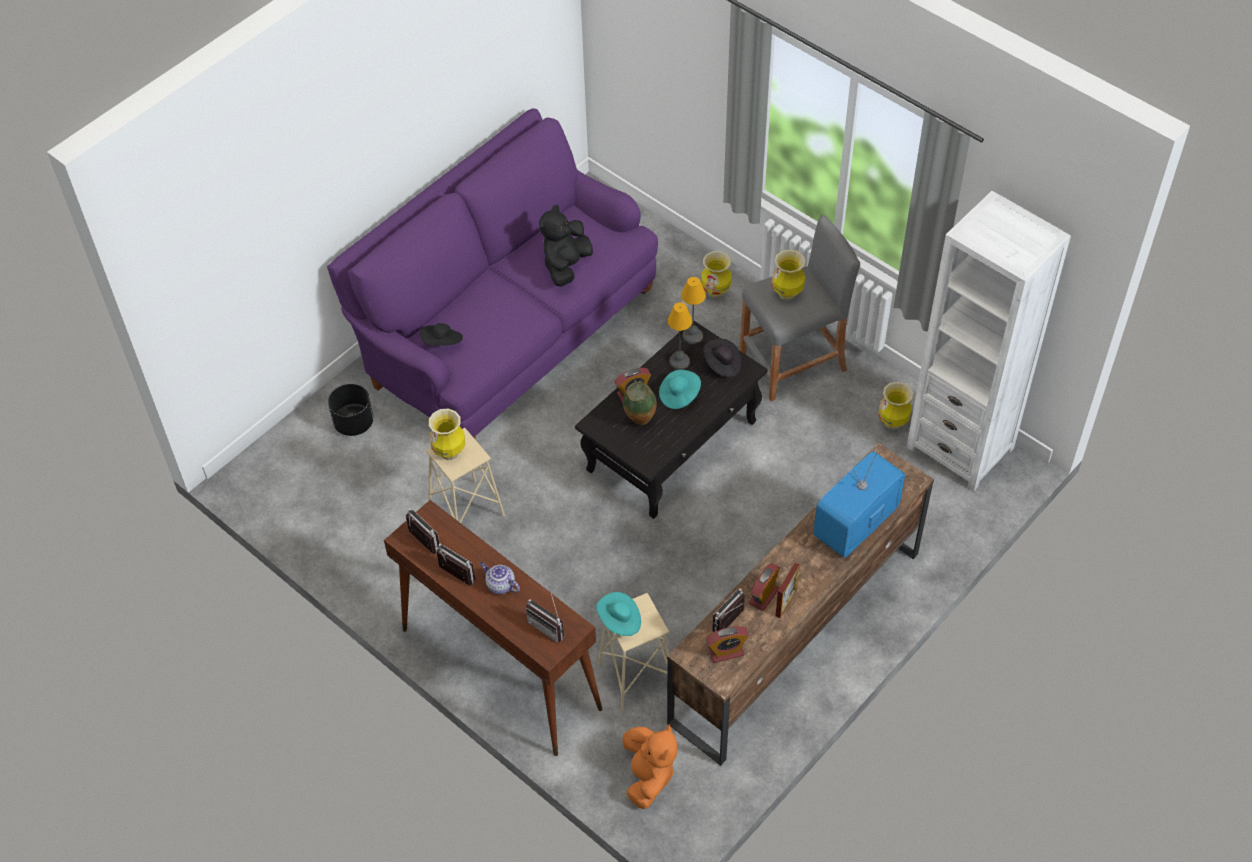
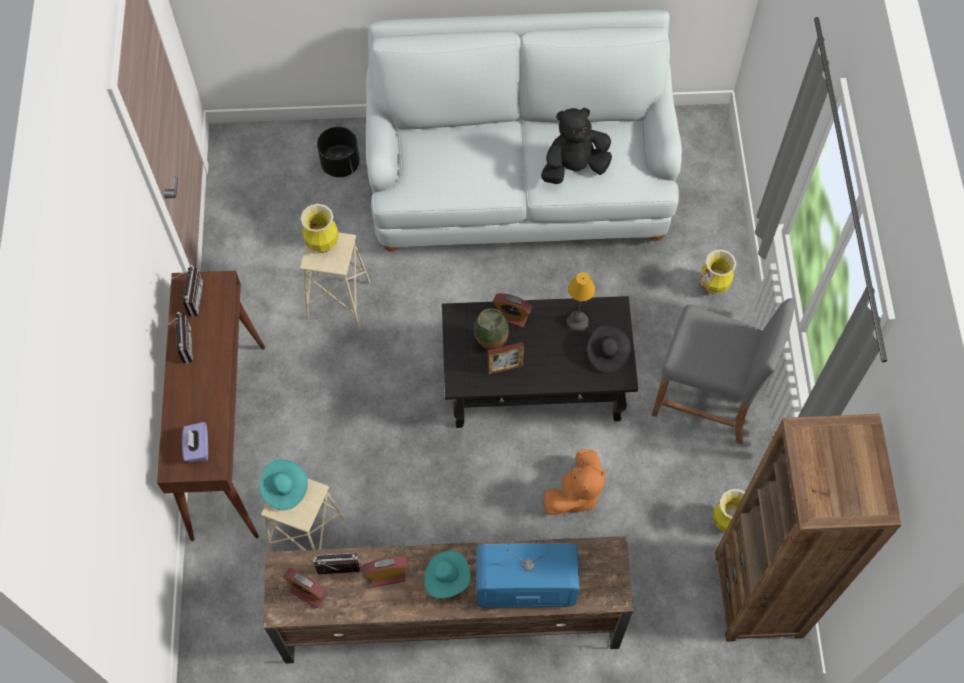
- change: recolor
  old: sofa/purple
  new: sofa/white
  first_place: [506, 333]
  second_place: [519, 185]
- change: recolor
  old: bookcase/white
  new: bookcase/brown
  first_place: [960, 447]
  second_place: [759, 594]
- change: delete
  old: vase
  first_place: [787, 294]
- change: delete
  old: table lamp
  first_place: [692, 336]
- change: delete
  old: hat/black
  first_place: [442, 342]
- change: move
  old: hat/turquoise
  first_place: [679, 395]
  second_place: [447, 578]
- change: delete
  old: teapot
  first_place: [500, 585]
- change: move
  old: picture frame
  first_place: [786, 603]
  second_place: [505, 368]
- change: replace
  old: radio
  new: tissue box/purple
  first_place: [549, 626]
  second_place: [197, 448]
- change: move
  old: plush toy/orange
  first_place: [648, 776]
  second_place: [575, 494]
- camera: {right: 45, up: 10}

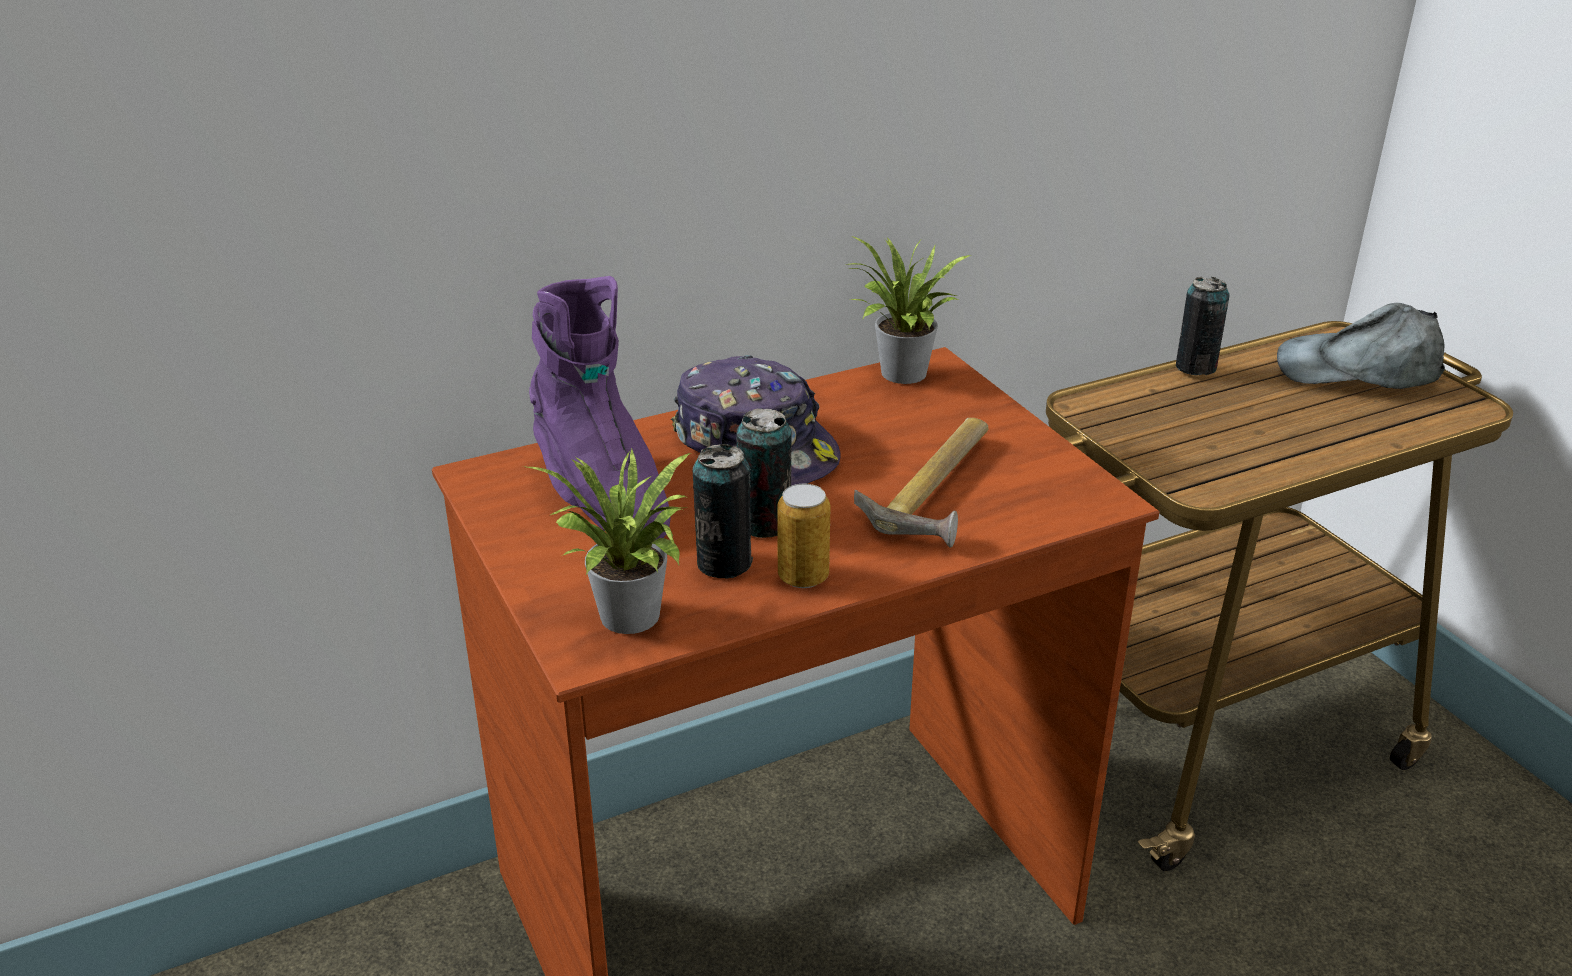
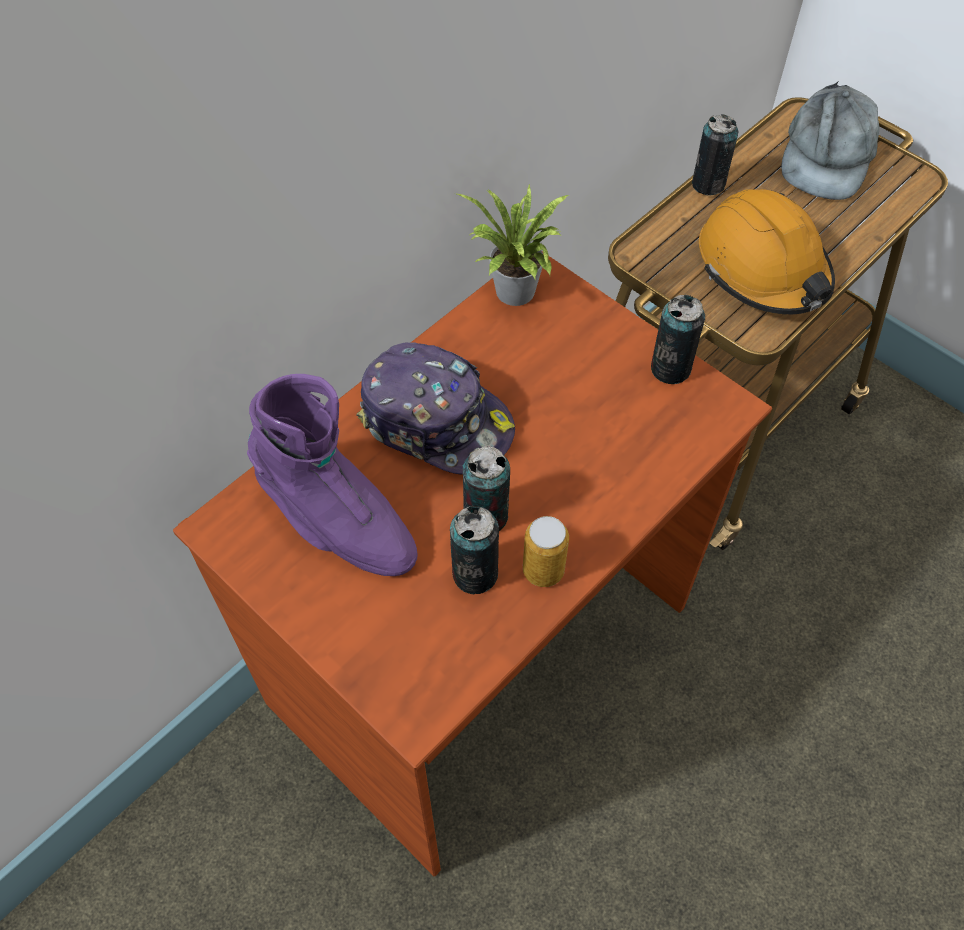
- change: rotate
  old: cap/grey
  first_place: [1358, 369]
  second_place: [826, 155]
  degrees: -60
- change: delete
  old: hammer
  first_place: [942, 489]
- change: delete
  old: potted plant
  first_place: [629, 621]
- change: insert
  new: hard hat/orange
  second_place: [763, 268]
- change: insert
  new: can
  second_place: [670, 368]
- camera: {right: -20, up: 25}

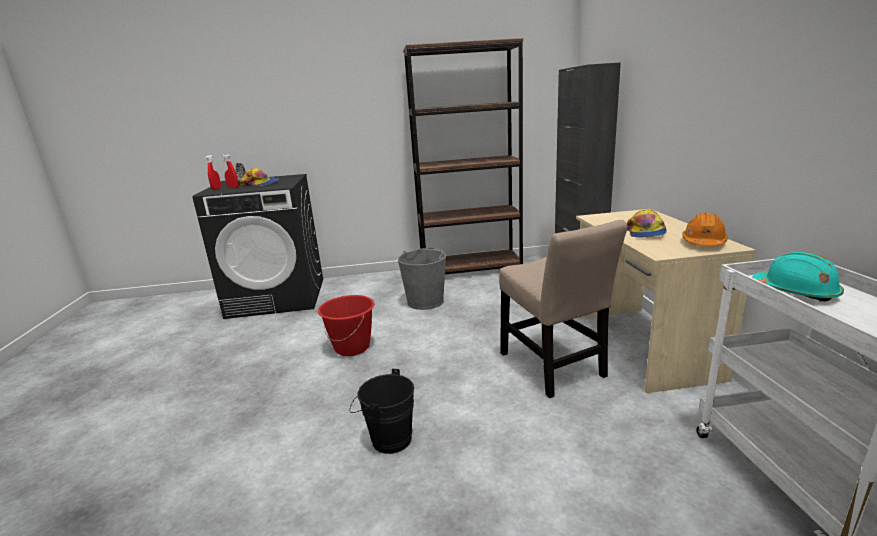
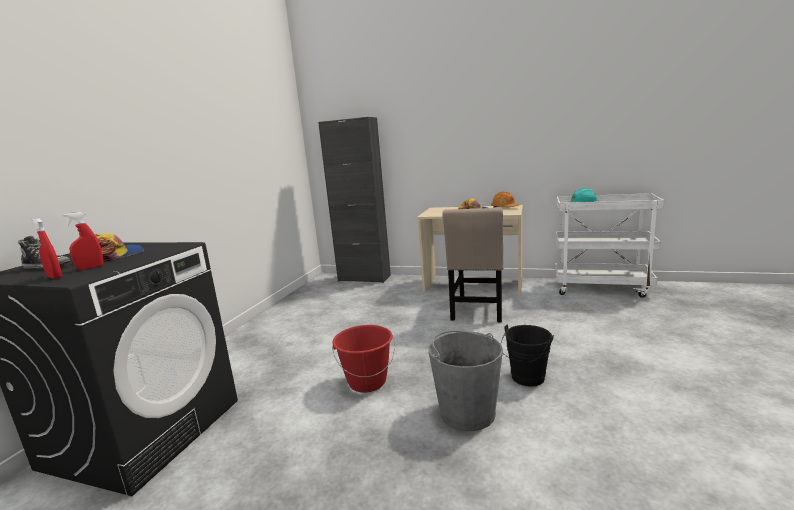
- change: delete
  old: bookcase/brown
  first_place: [471, 270]
- change: rotate
  old: chair/beige
  first_place: [553, 368]
  second_place: [477, 310]
  degrees: 105
- change: move
  old: bucket/grey
  first_place: [425, 301]
  second_place: [467, 412]
- camera: {right: -65, up: -5}

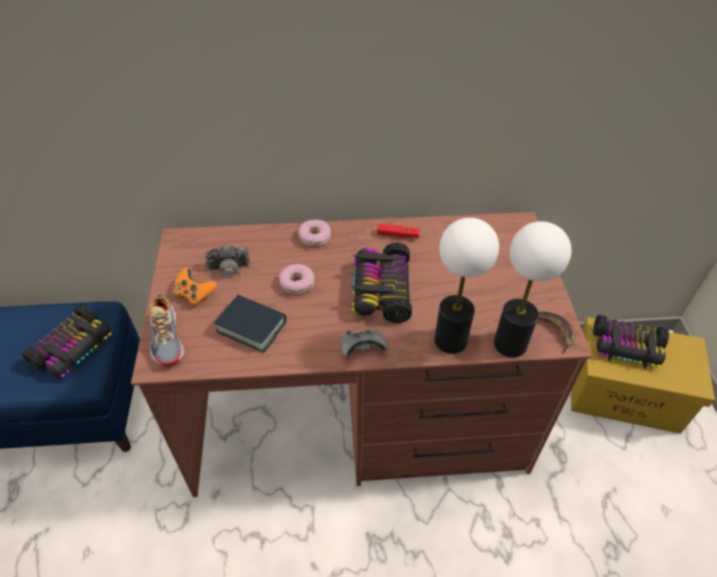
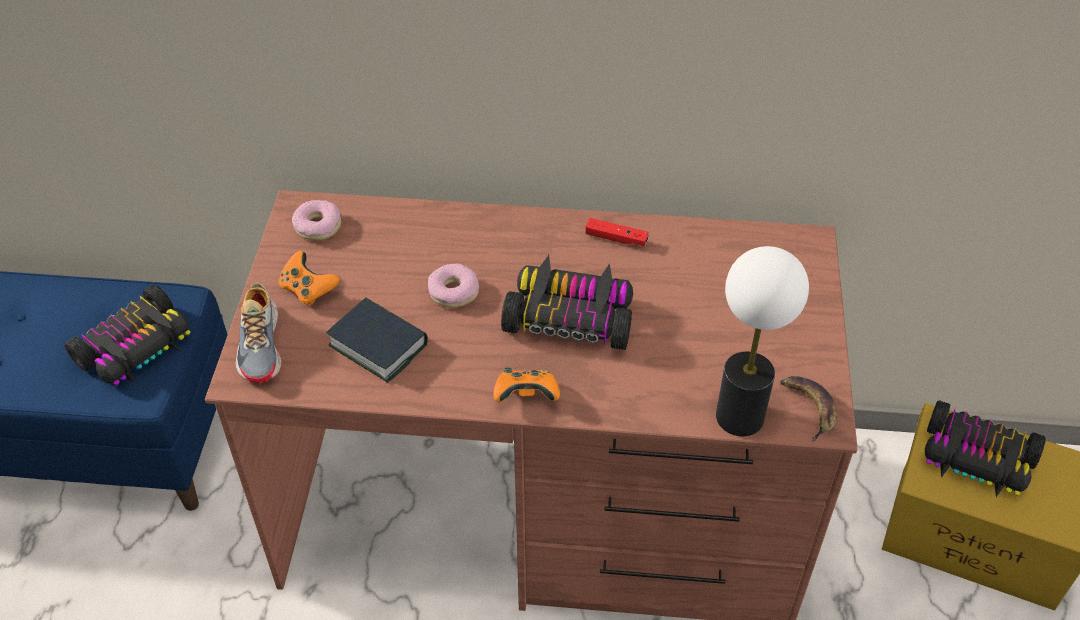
- change: delete
  old: table lamp
  first_place: [450, 340]
- change: move
  old: donut
  first_place: [315, 237]
  second_place: [318, 226]
- change: rotate
  old: toy car
  first_place: [380, 290]
  second_place: [570, 316]
  degrees: 90
- change: delete
  old: photo camera
  first_place: [233, 269]
- change: recolor
  old: game controller/grey
  new: game controller/orange
  first_place: [363, 349]
  second_place: [526, 396]
- camera: {right: 10, up: 0}

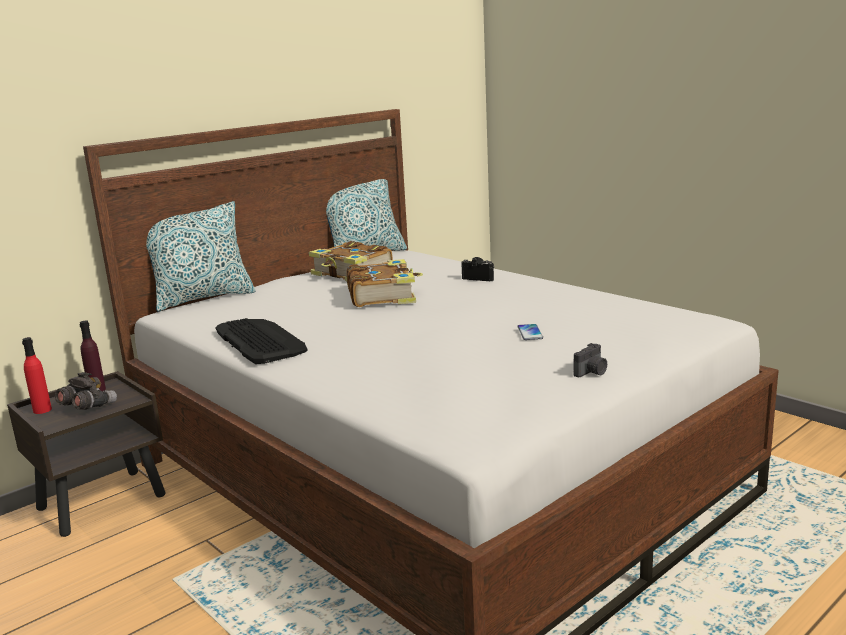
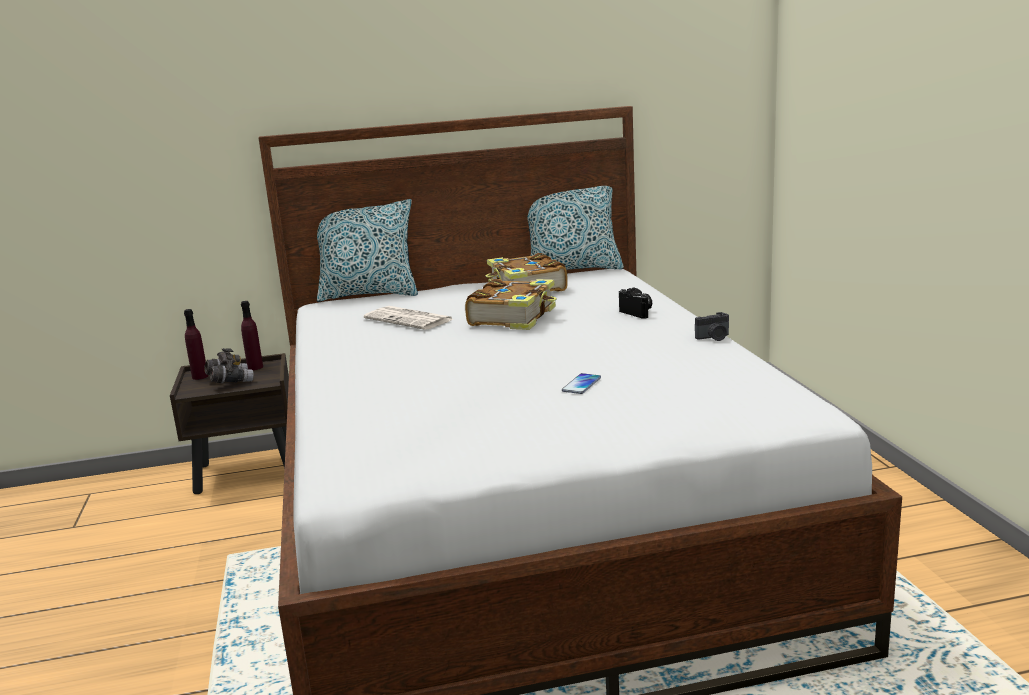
- change: delete
  old: keyboard
  first_place: [260, 341]
- change: recolor
  old: bottle/red
  new: bottle/purple
  first_place: [42, 410]
  second_place: [200, 376]
- change: move
  old: photo camera
  first_place: [592, 372]
  second_place: [714, 338]
- change: insert
  new: newspaper
  second_place: [410, 319]
- camera: {right: 30, up: 0}

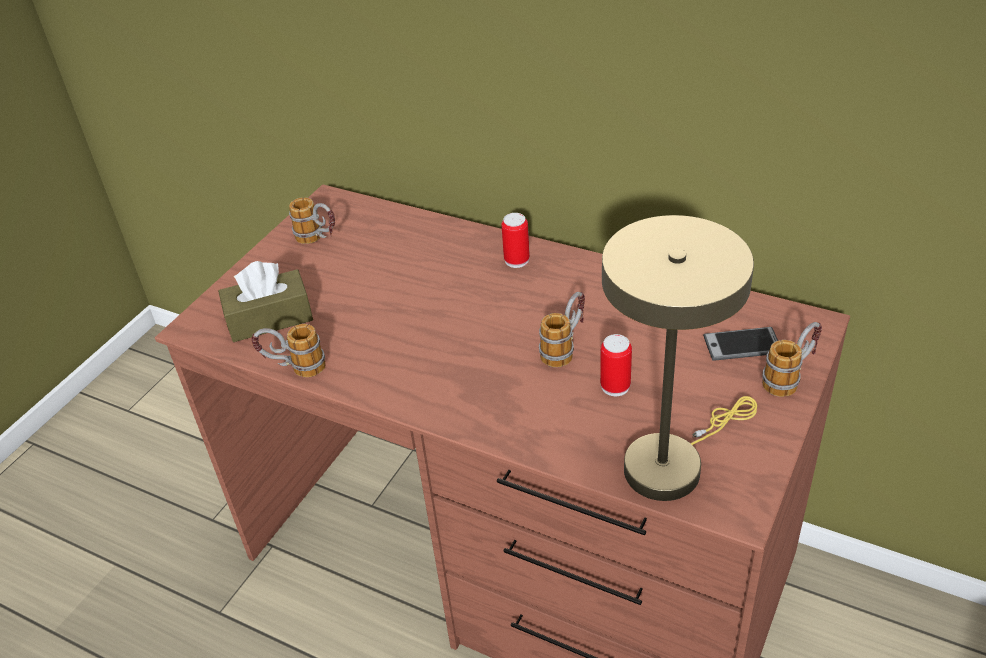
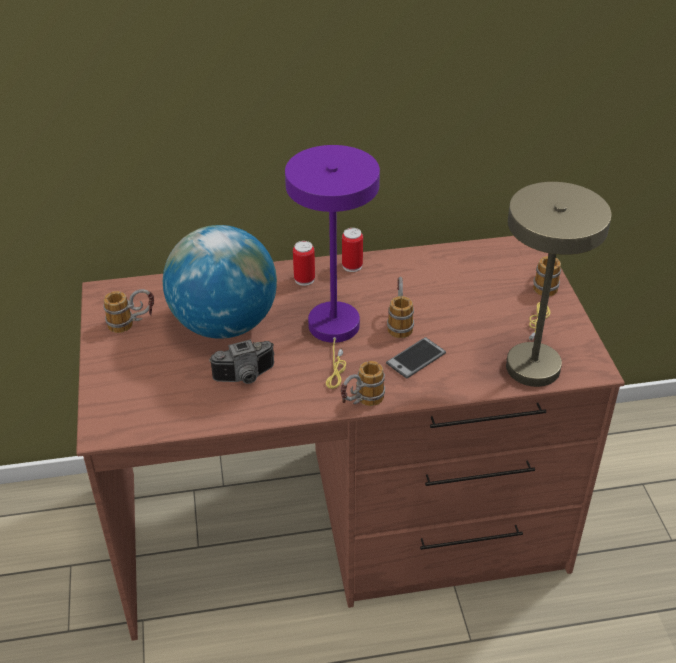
- change: delete
  old: tissue box/brown
  first_place: [269, 318]
- change: move
  old: mug
  first_place: [294, 368]
  second_place: [361, 403]
- change: move
  old: phone
  first_place: [742, 345]
  second_place: [416, 358]
- change: move
  old: can
  first_place: [615, 386]
  second_place: [352, 266]
- change: insert
  new: table lamp/purple
  second_place: [335, 332]
- change: insert
  new: globe
  second_place: [224, 324]
- change: insert
  new: photo camera
  second_place: [246, 378]
- camera: {right: -40, up: 0}

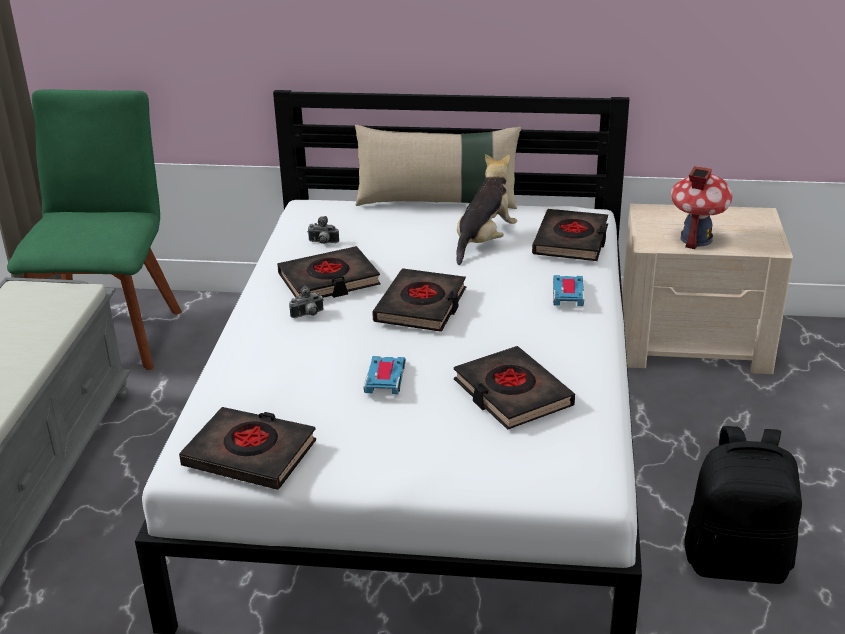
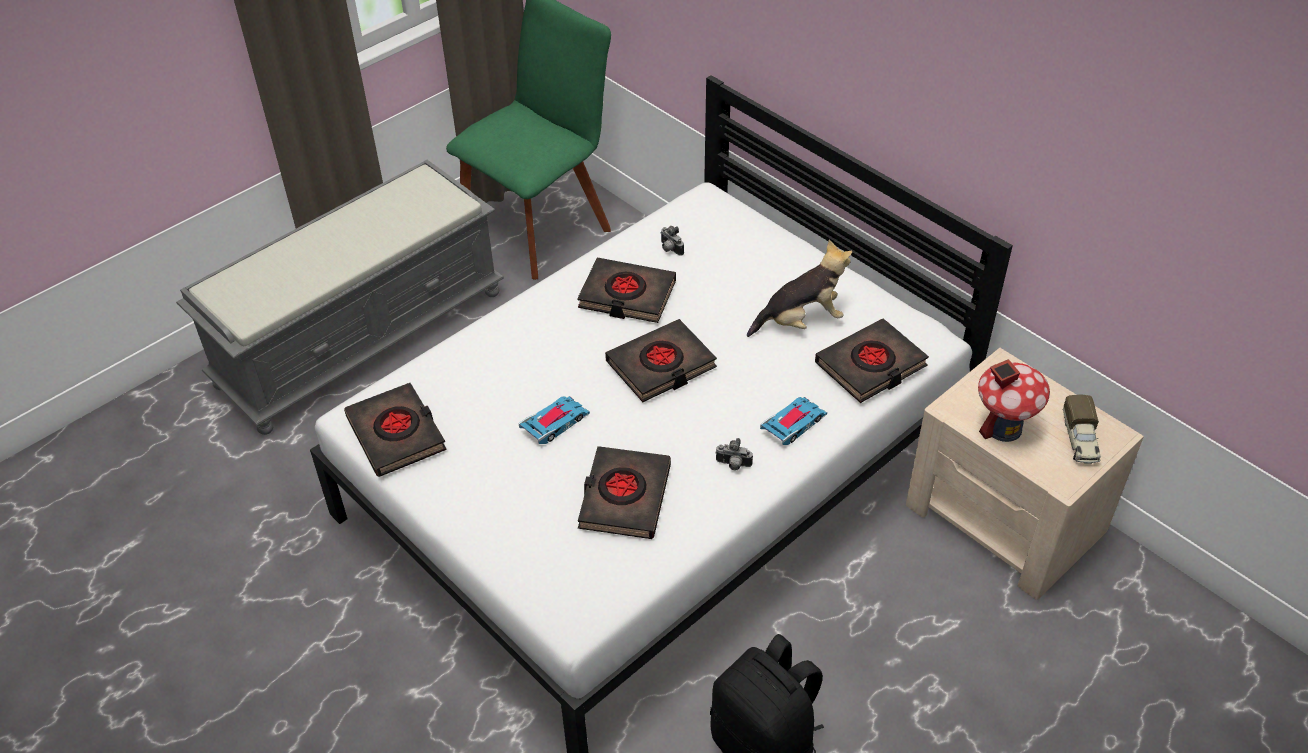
- change: delete
  old: pillow/beige
  first_place: [437, 202]
- change: move
  old: photo camera
  first_place: [308, 315]
  second_place: [733, 465]
- change: insert
  new: toy truck
  second_place: [1080, 440]
- camera: {right: 40, up: 15}

